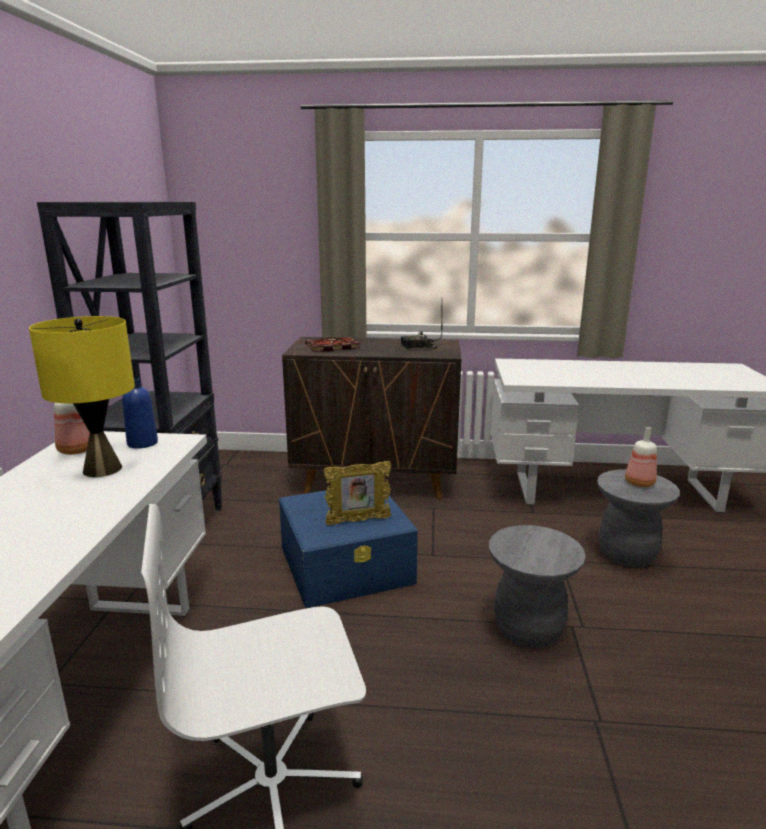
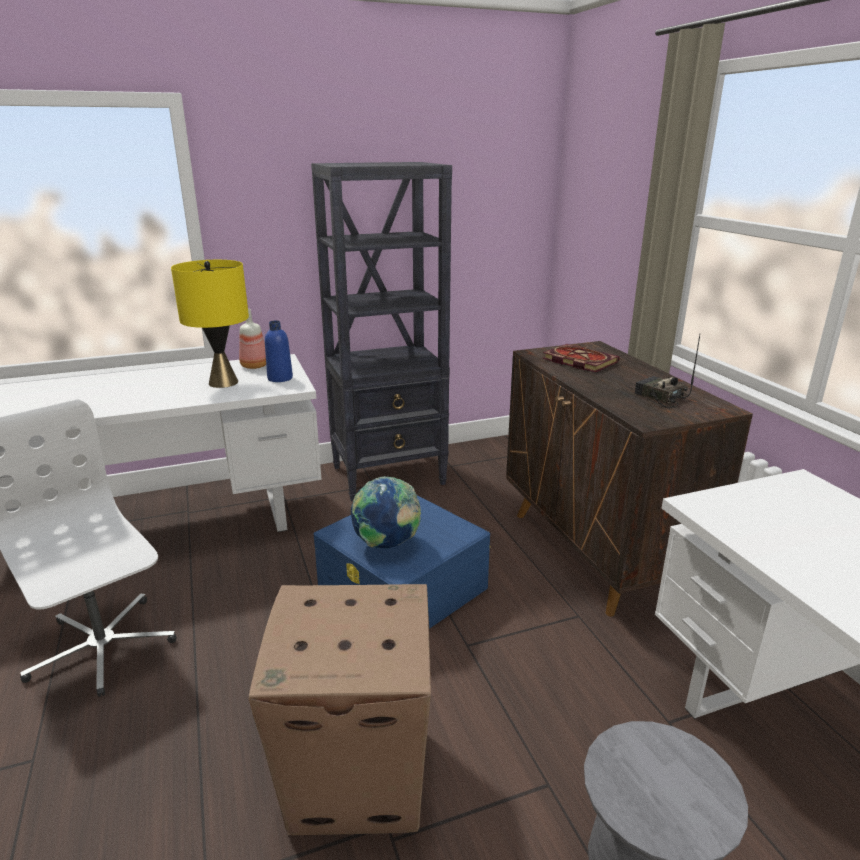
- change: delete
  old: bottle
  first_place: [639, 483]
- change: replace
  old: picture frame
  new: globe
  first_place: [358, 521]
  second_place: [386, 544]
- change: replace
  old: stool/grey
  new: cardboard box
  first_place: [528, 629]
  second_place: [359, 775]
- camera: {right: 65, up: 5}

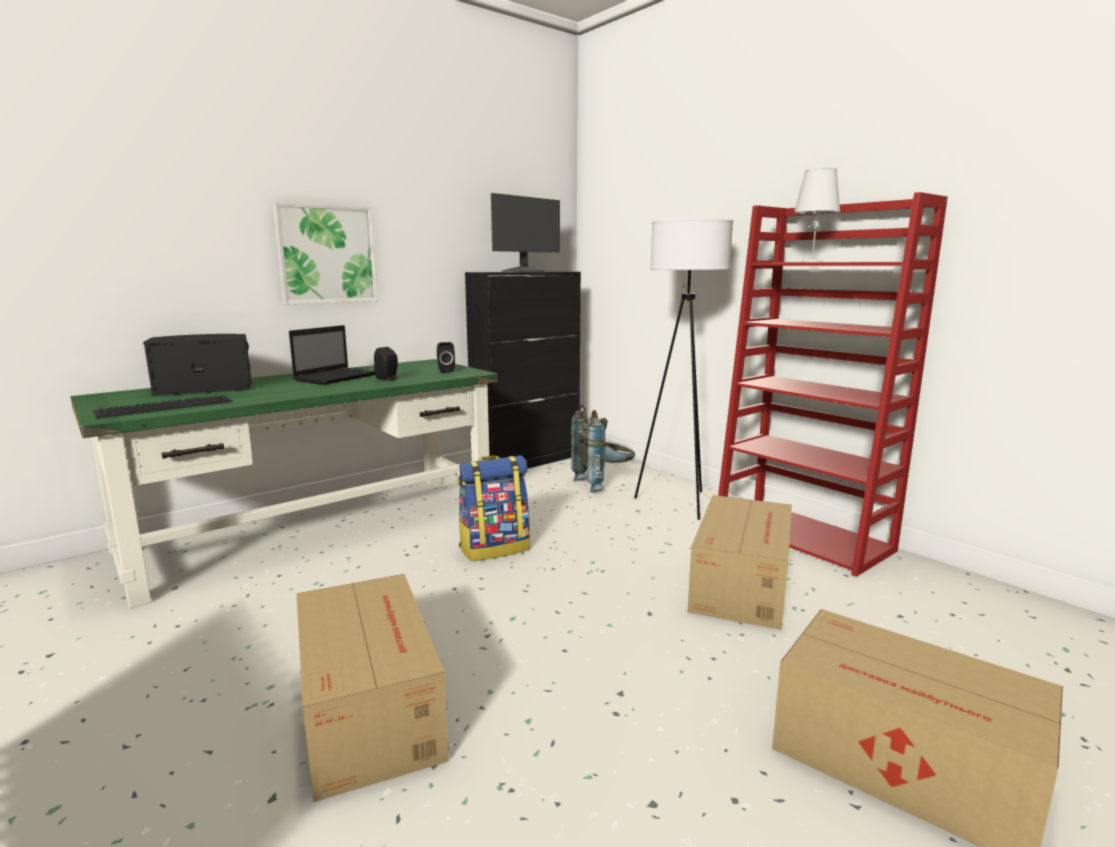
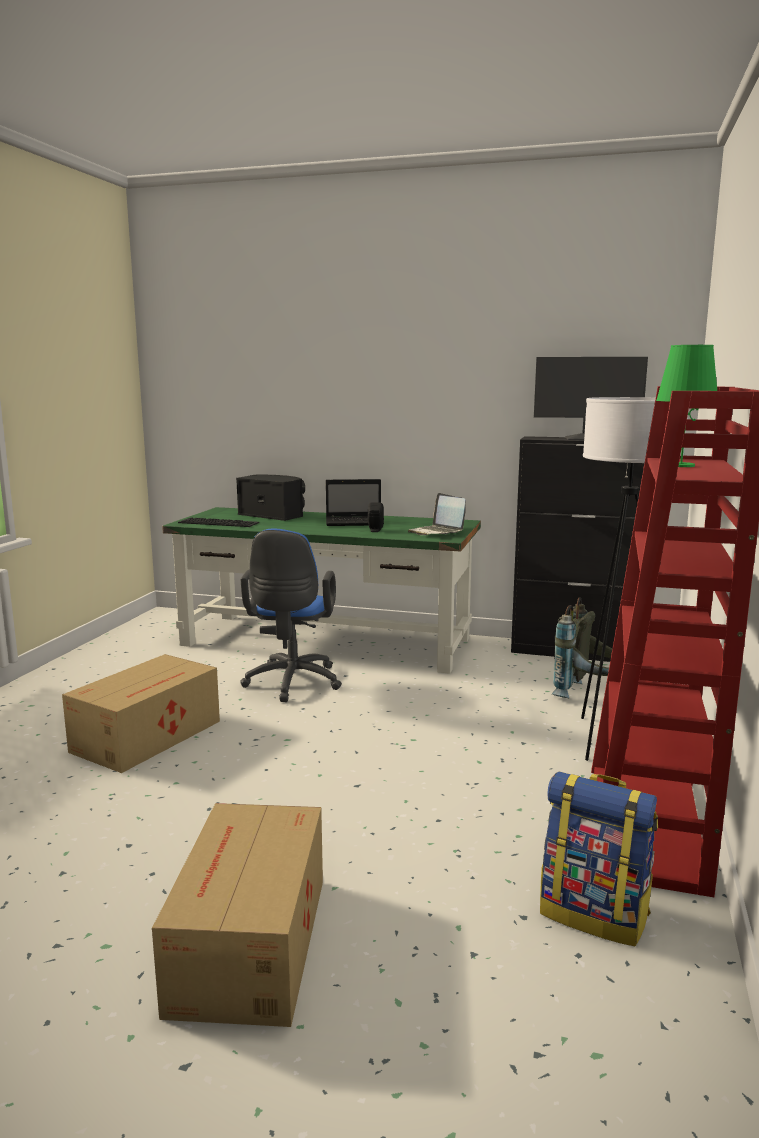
- change: recolor
  old: table lamp/white
  new: table lamp/green
  first_place: [812, 261]
  second_place: [680, 465]
- change: delete
  old: picture
  first_place: [327, 254]
- change: replace
  old: speaker/black
  new: laptop
  first_place: [445, 371]
  second_place: [437, 532]
- change: move
  old: backpack
  first_place: [494, 548]
  second_place: [595, 914]
- change: delete
  old: cardboard box
  first_place: [742, 584]
- change: insert
  new: office chair/blue
  second_place: [291, 684]
- camera: {right: 55, up: 0}

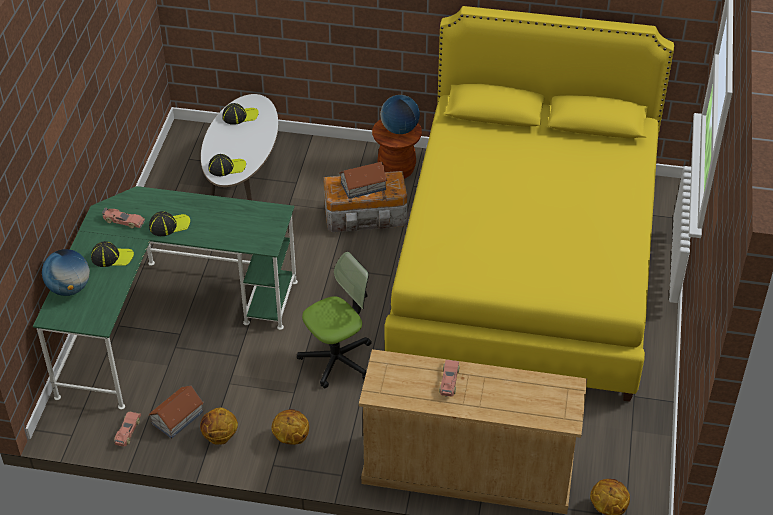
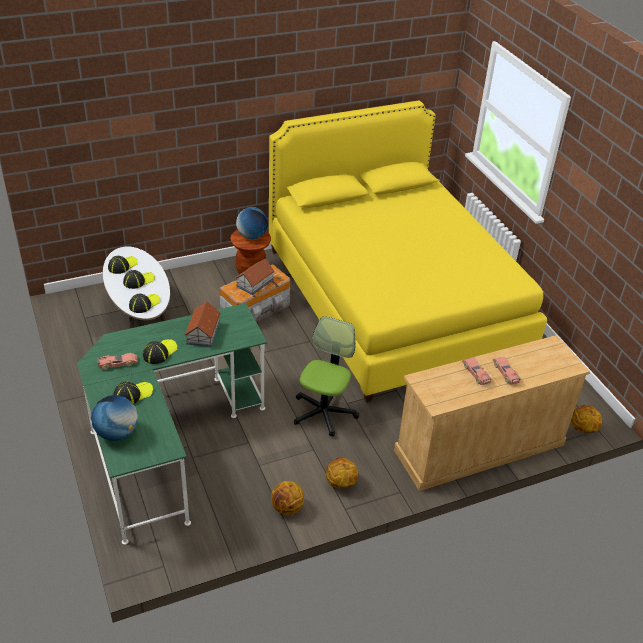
- change: move
  old: toy house
  first_place: [176, 417]
  second_place: [203, 333]
- change: move
  old: toy car
  first_place: [127, 431]
  second_place: [506, 373]
- change: insert
  new: cap
  second_place: [138, 280]
- camera: {right: -35, up: -5}

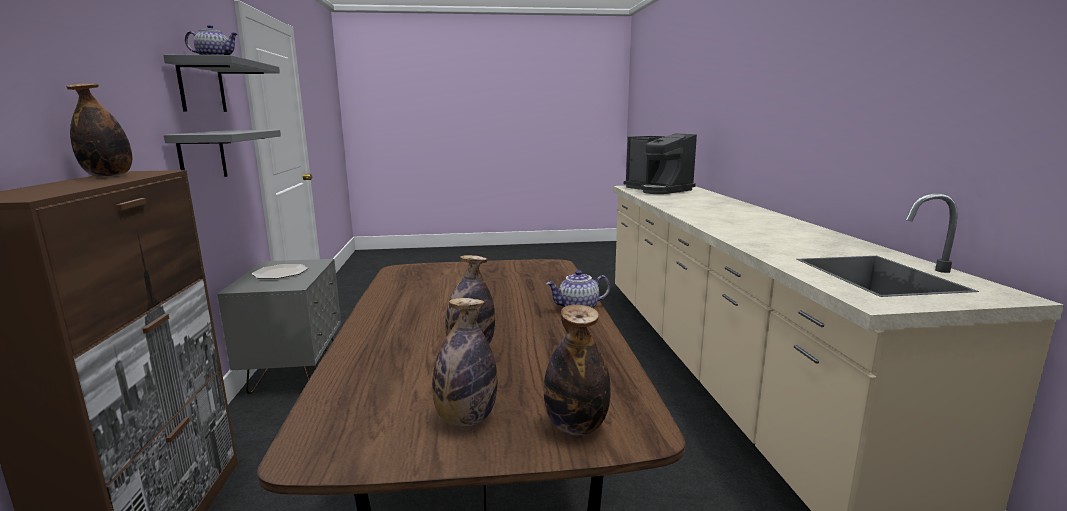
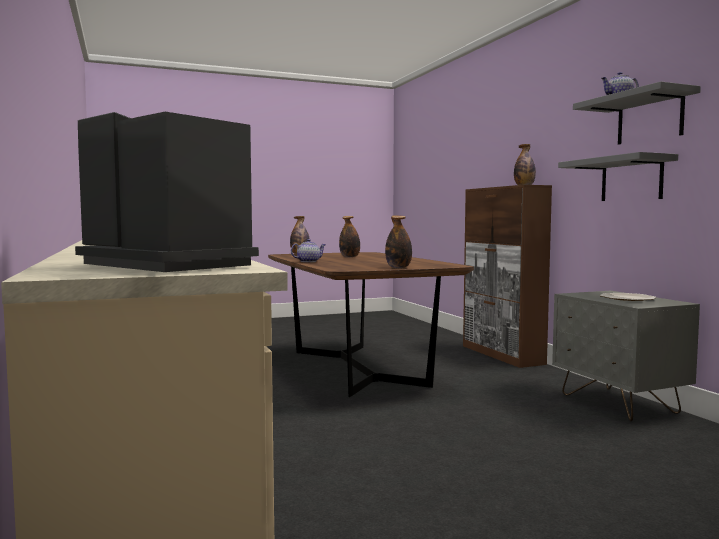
- change: move
  old: bottle
  first_place: [465, 419]
  second_place: [398, 268]
- camera: {right: 165, up: -10}

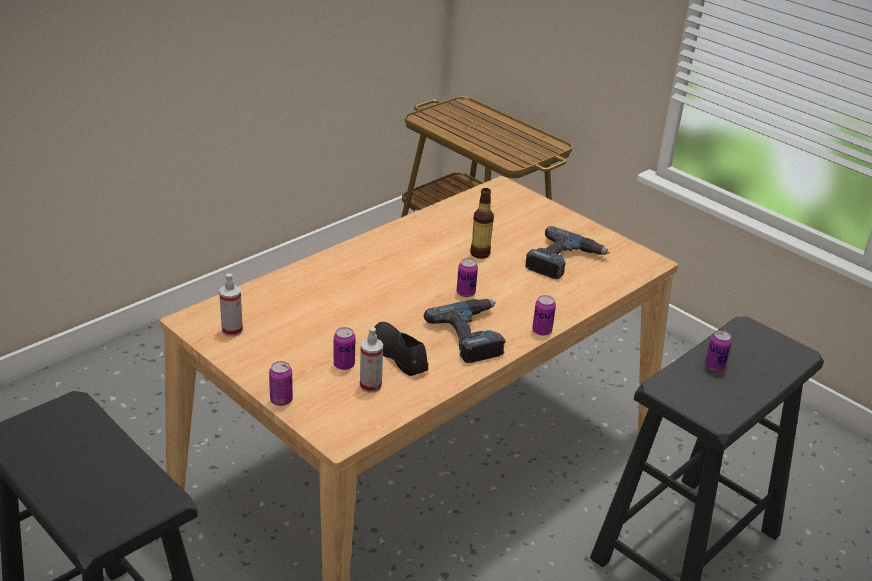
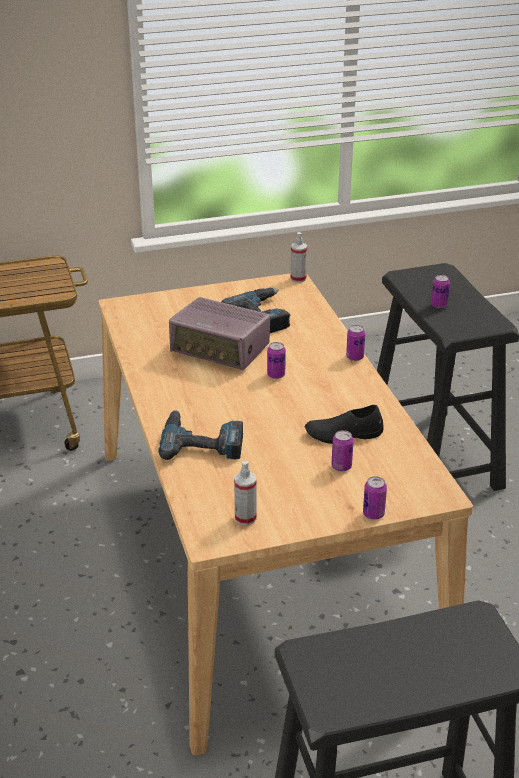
- change: replace
  old: bottle
  new: radio
  first_place: [480, 253]
  second_place: [220, 350]
- change: move
  old: power drill
  first_place: [473, 335]
  second_place: [202, 442]
- change: move
  old: spray bottle
  first_place: [370, 385]
  second_place: [298, 279]
- camera: {right: -60, up: 0}

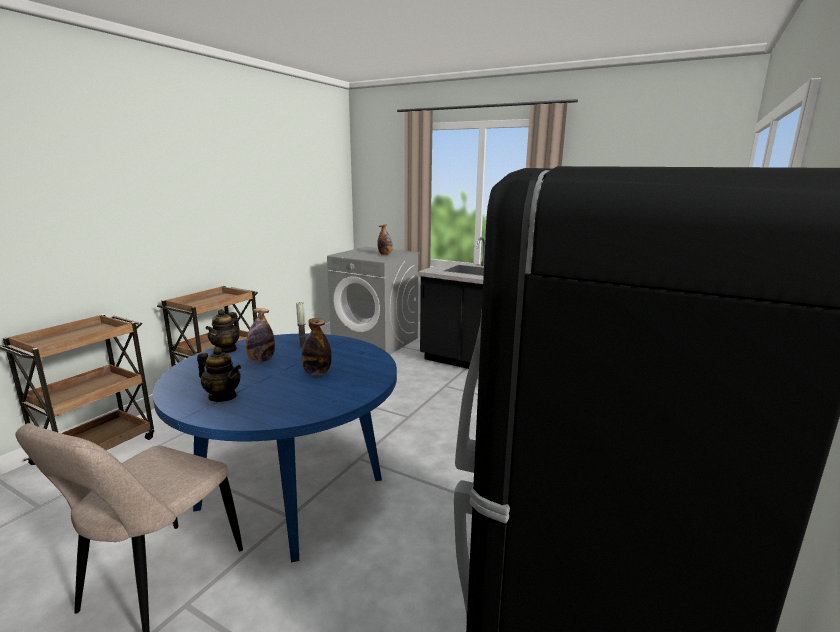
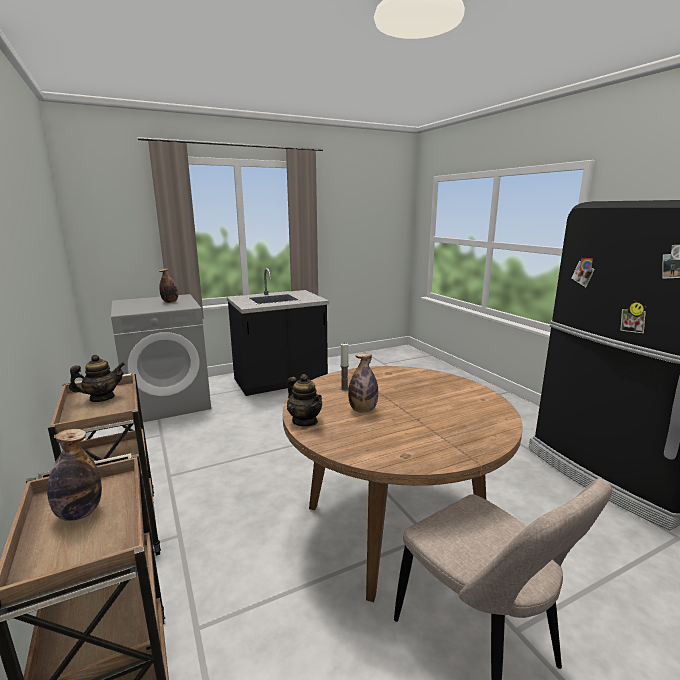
- change: move
  old: bottle
  first_place: [317, 373]
  second_place: [79, 513]
- change: recolor
  old: dining table/blue
  new: dining table/brown
  first_place: [292, 493]
  second_place: [393, 526]
- change: move
  old: teapot
  first_place: [223, 396]
  second_place: [102, 398]
- camera: {right: -55, up: 0}

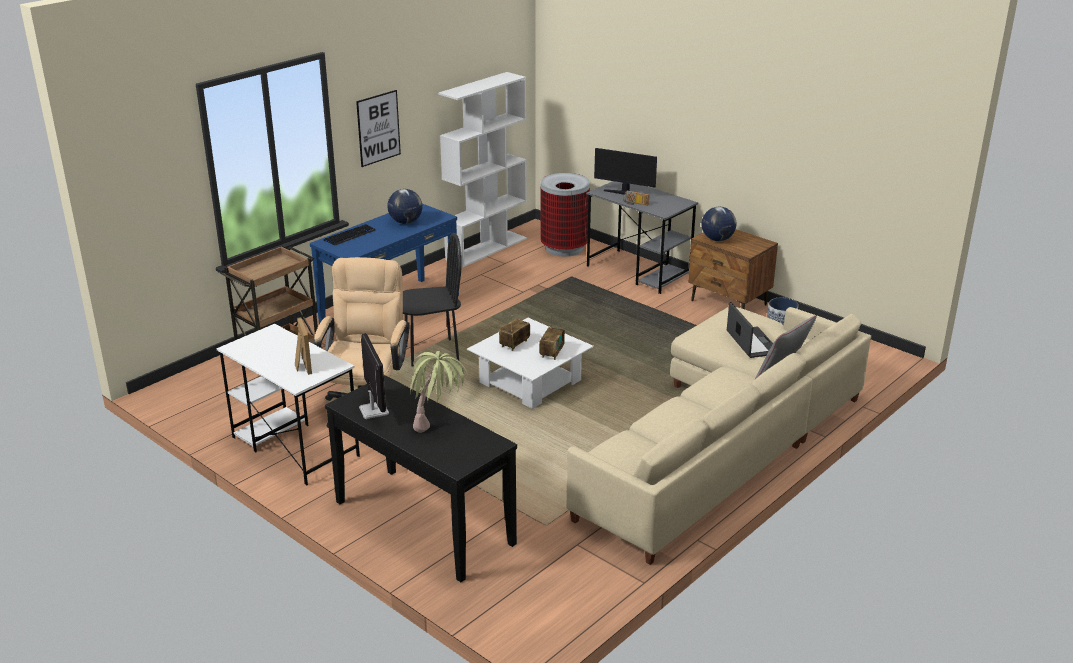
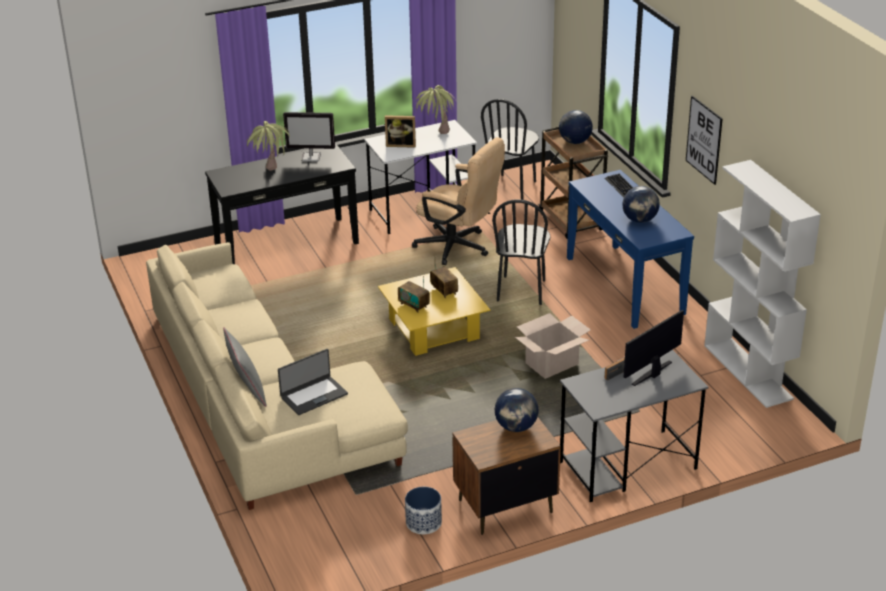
- change: delete
  old: trash can
  first_place: [564, 248]
- change: rotate
  old: laptop
  first_place: [752, 343]
  second_place: [313, 395]
  degrees: -45
- change: recolor
  old: coffee table/white
  new: coffee table/yellow
  first_place: [530, 382]
  second_place: [434, 329]
- change: insert
  new: potted plant
  second_place: [436, 138]
- change: insert
  new: chair/black
  second_place: [511, 187]
- change: insert
  new: globe
  second_place: [574, 141]
- change: insert
  new: cardboard box
  second_place: [552, 364]
- camera: {right: 115, up: 5}

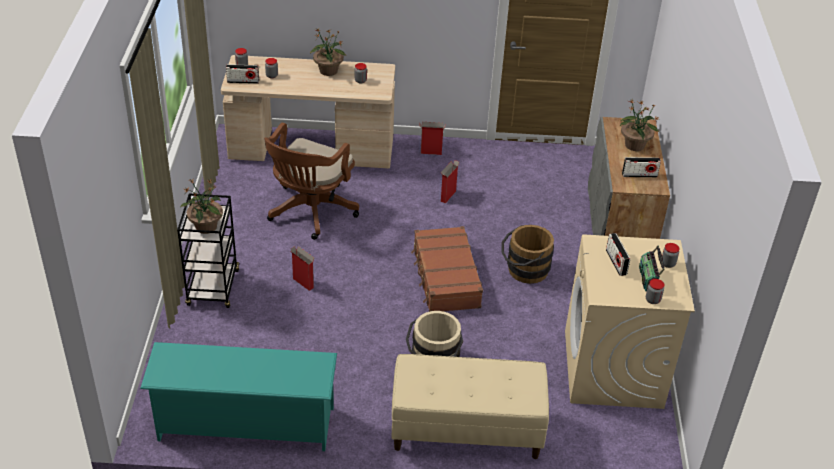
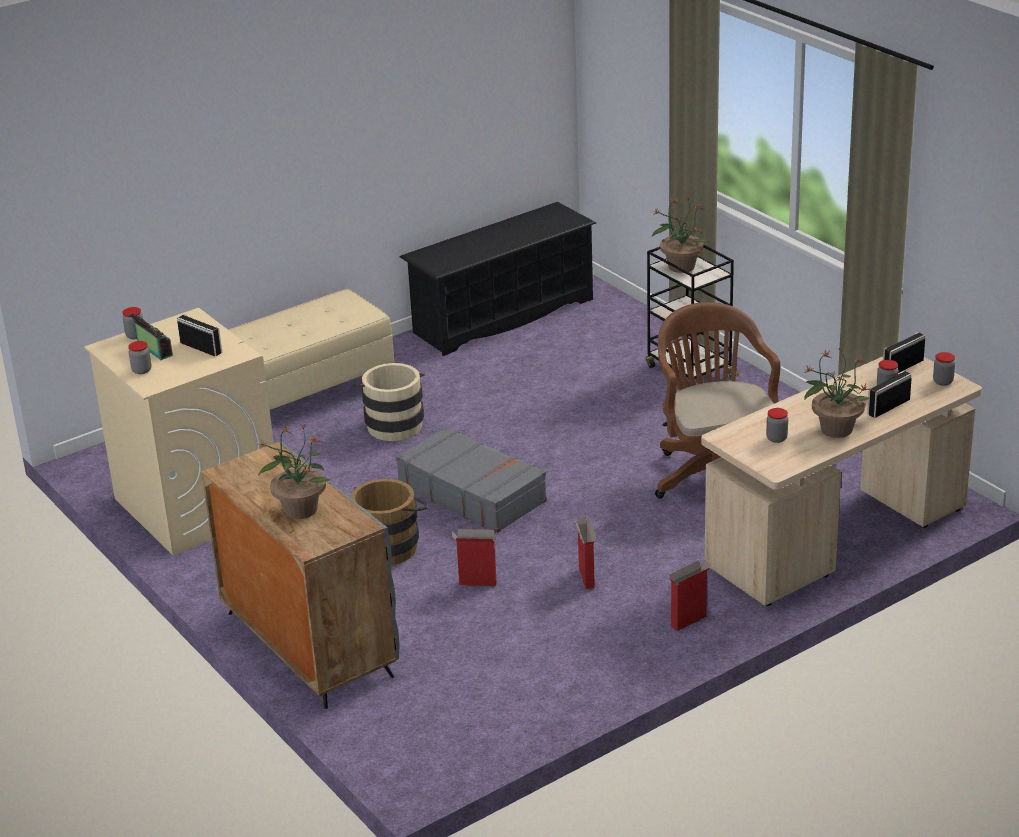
- change: move
  old: radio
  first_place: [639, 175]
  second_place: [888, 407]
- change: recolor
  old: suitcase/brown
  new: suitcase/grey
  first_place: [445, 278]
  second_place: [472, 493]
- change: move
  old: cardboard box
  first_place: [303, 283]
  second_place: [477, 583]
- change: recolor
  old: shoe rack/turquoise
  new: shoe rack/black
  first_place: [245, 424]
  second_place: [502, 316]
- camera: {right: 145, up: -10}

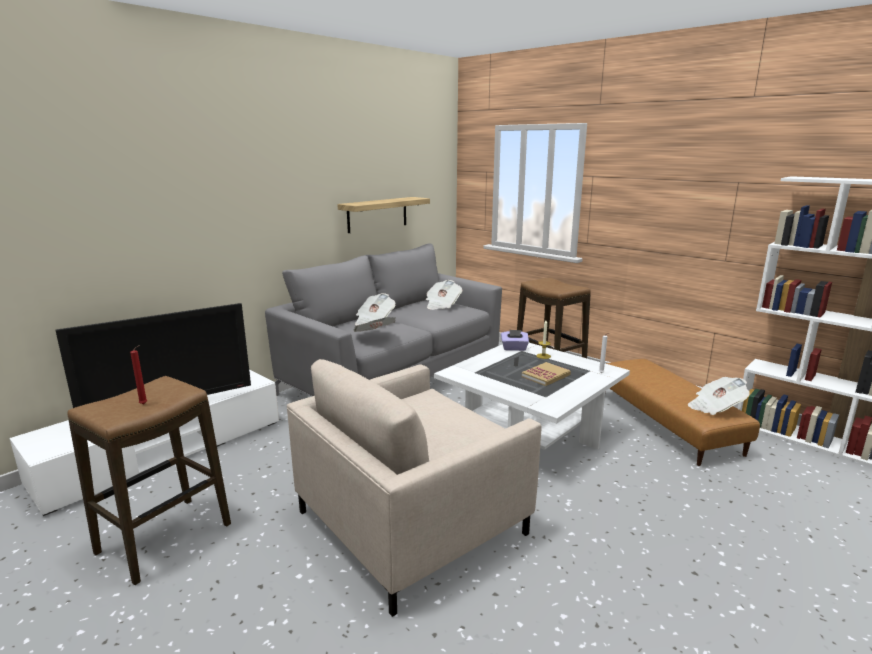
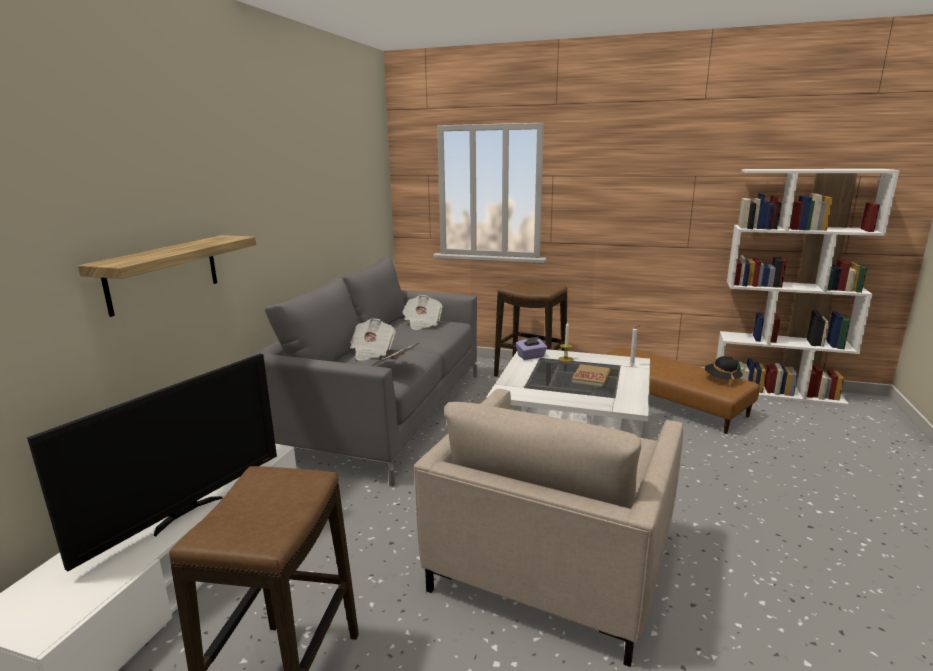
- change: move
  old: shelf
  first_place: [377, 214]
  second_place: [164, 273]
- change: delete
  old: candle/red
  first_place: [145, 404]
- change: replace
  old: newspaper
  new: hat/black
  first_place: [715, 408]
  second_place: [722, 379]
- camera: {right: -25, up: 0}

